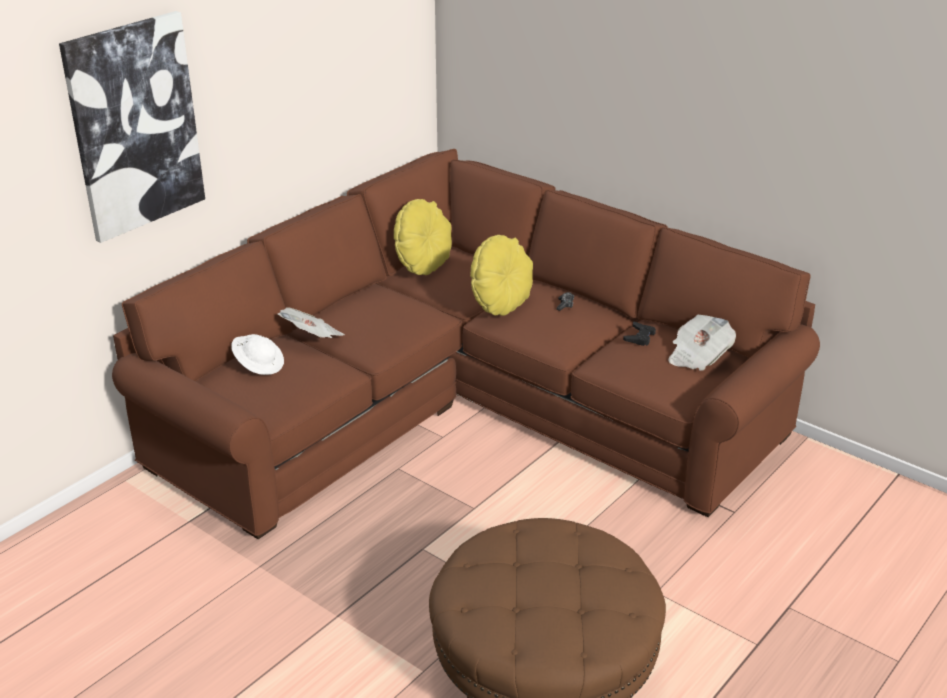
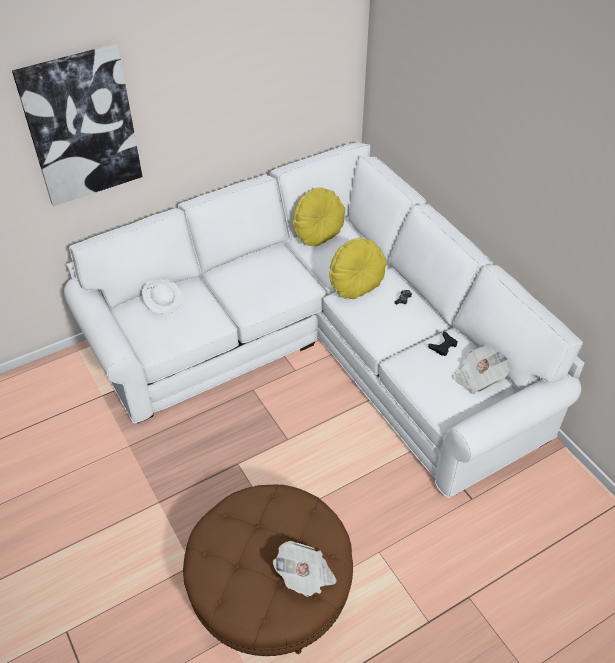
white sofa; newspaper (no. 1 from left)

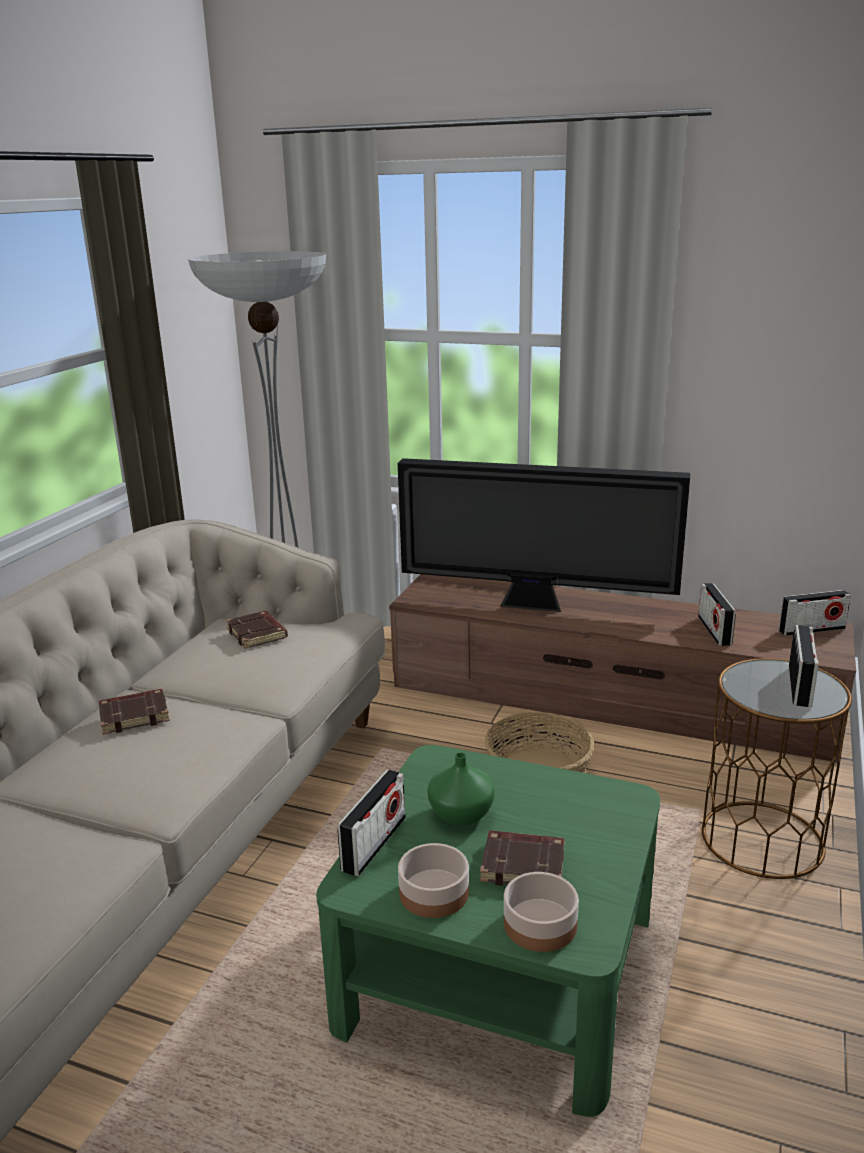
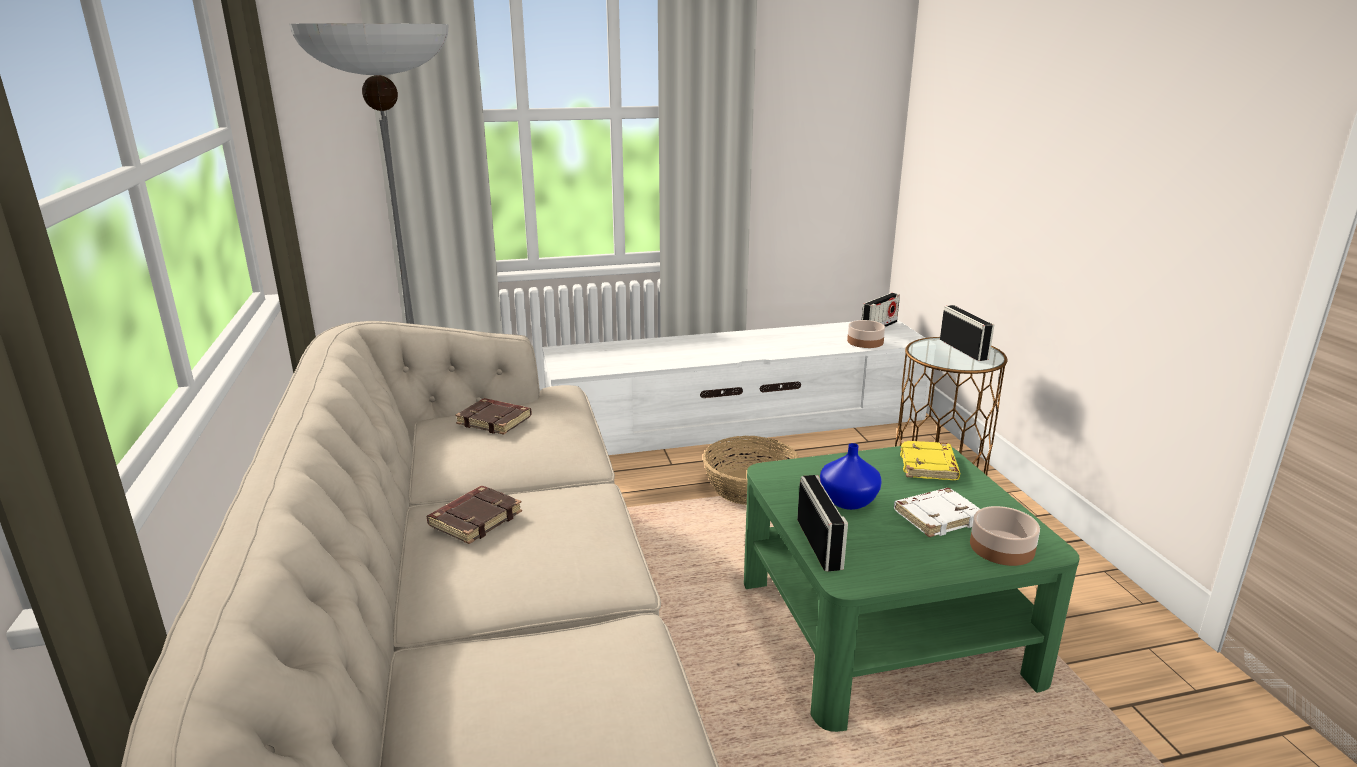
white tv stand; blue vase; bowl (no. 1 from left); white book; yellow book; television; radio (no. 2 from left in the first image)

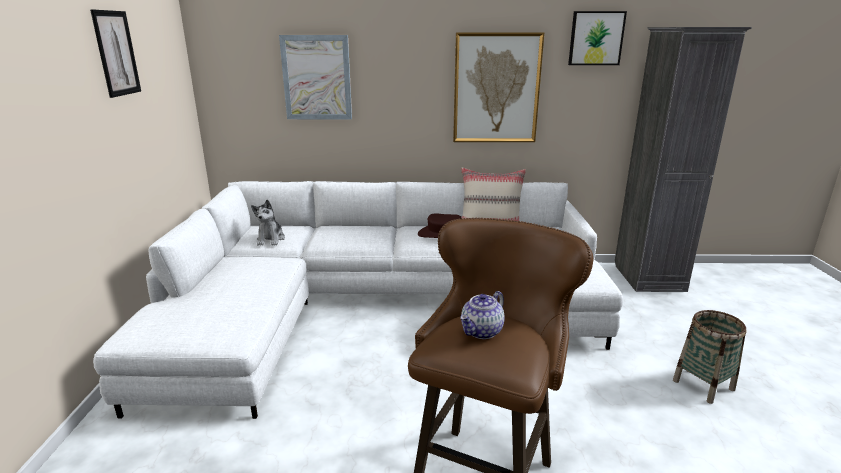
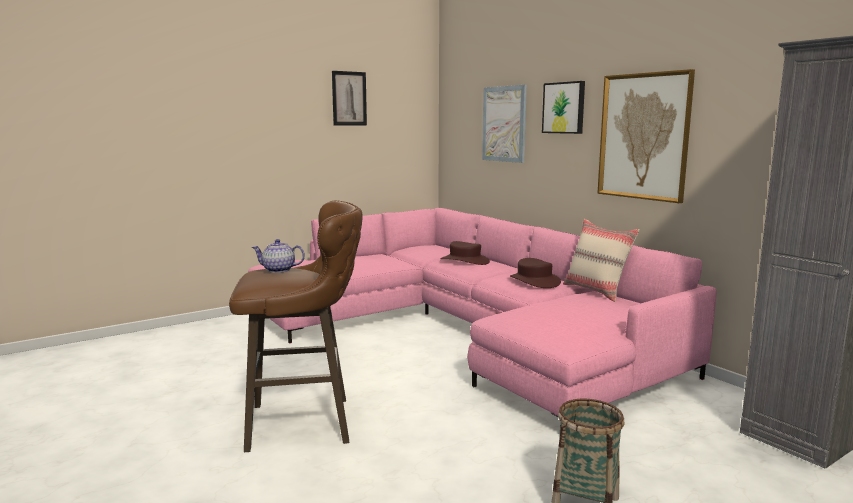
pink sofa; brown hat (no. 1 from left); picture (no. 3 from left); plush toy

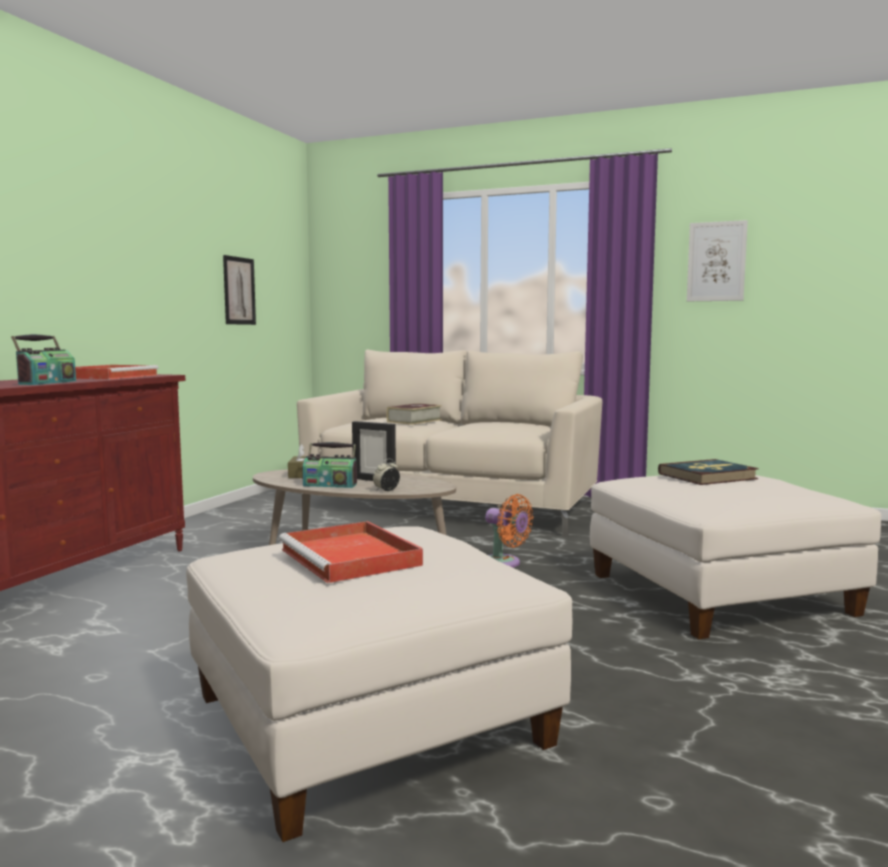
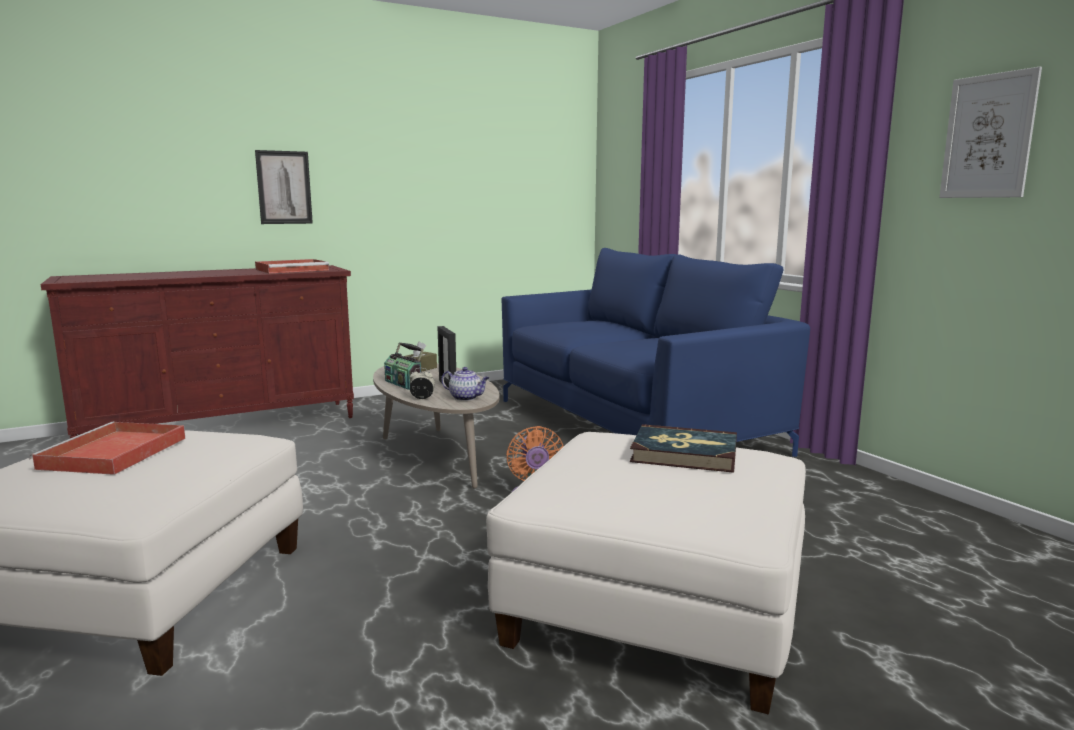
picture (no. 1 from left); teapot; blue sofa; radio (no. 1 from left in the first image); book (no. 1 from left in the first image)

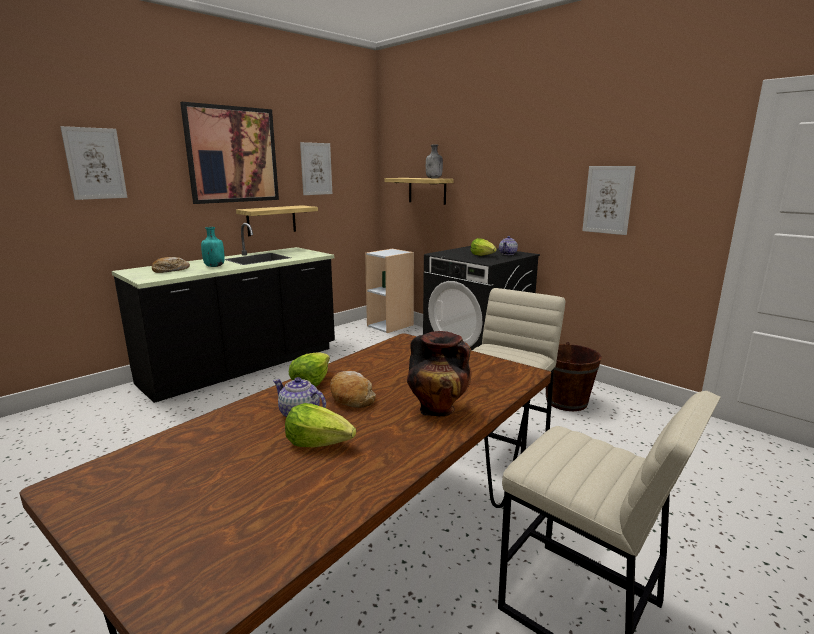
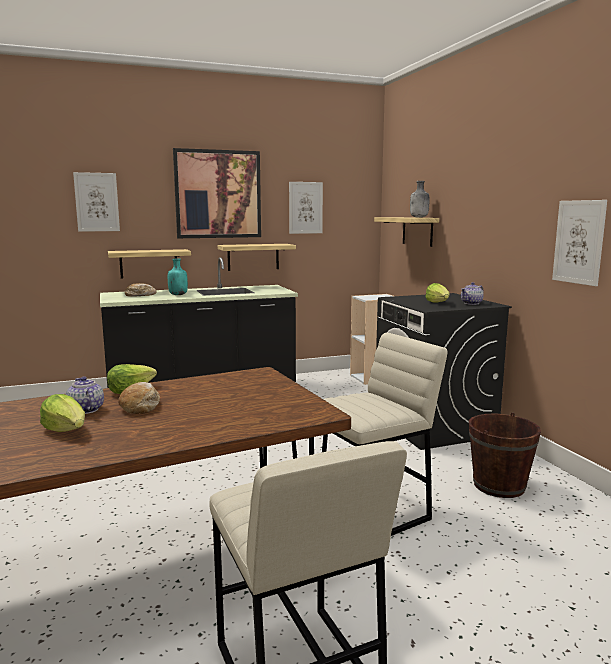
shelf (no. 1 from left); vase

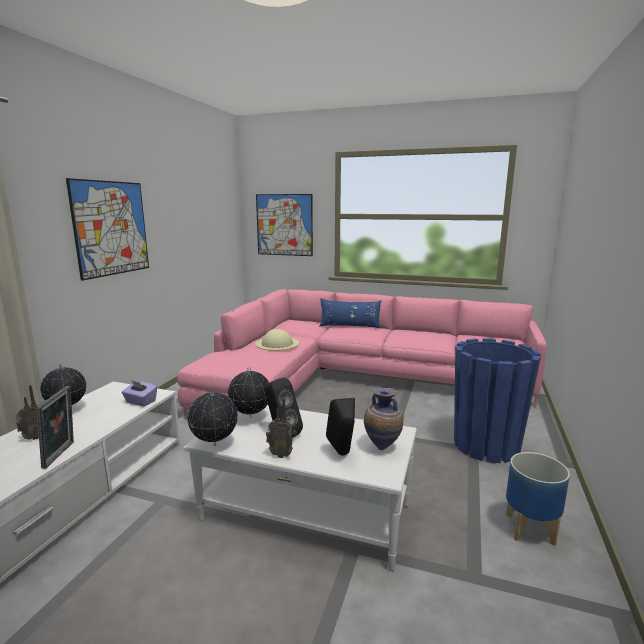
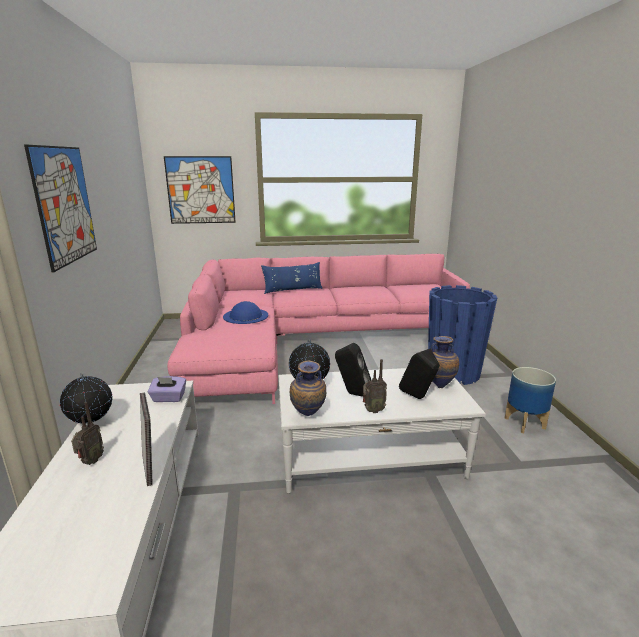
blue hat; vase (no. 1 from left)

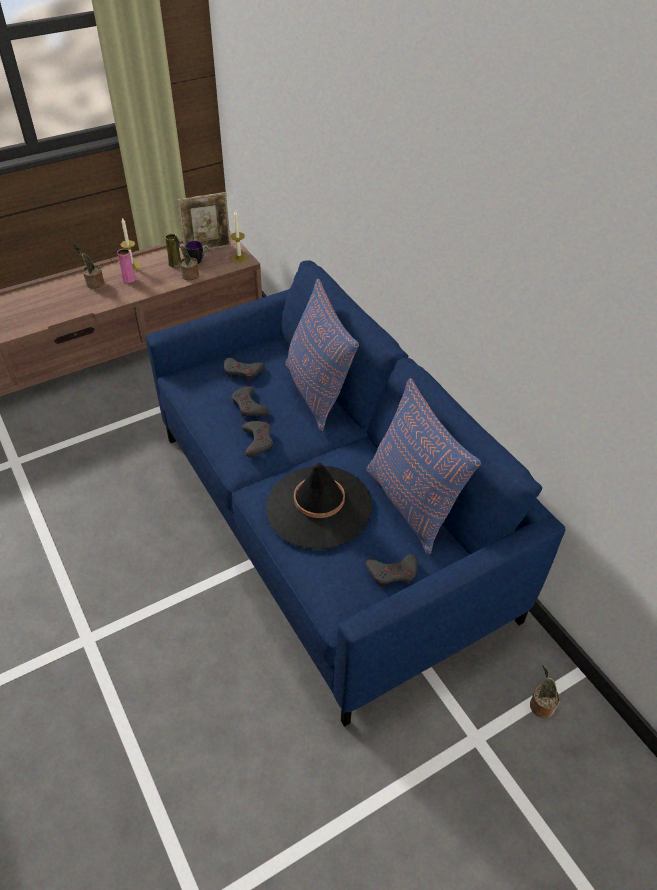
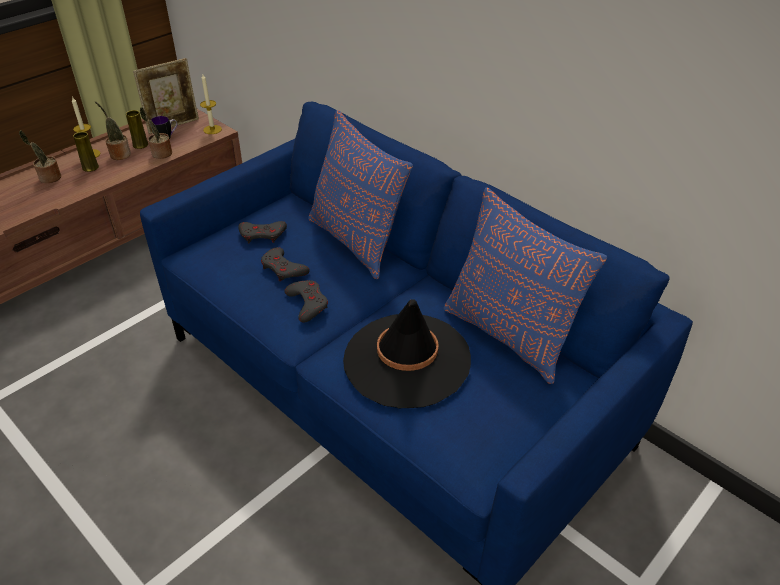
yellow vase (no. 1 from left); potted plant (no. 2 from left); grey game controller (no. 4 from left in the first image)

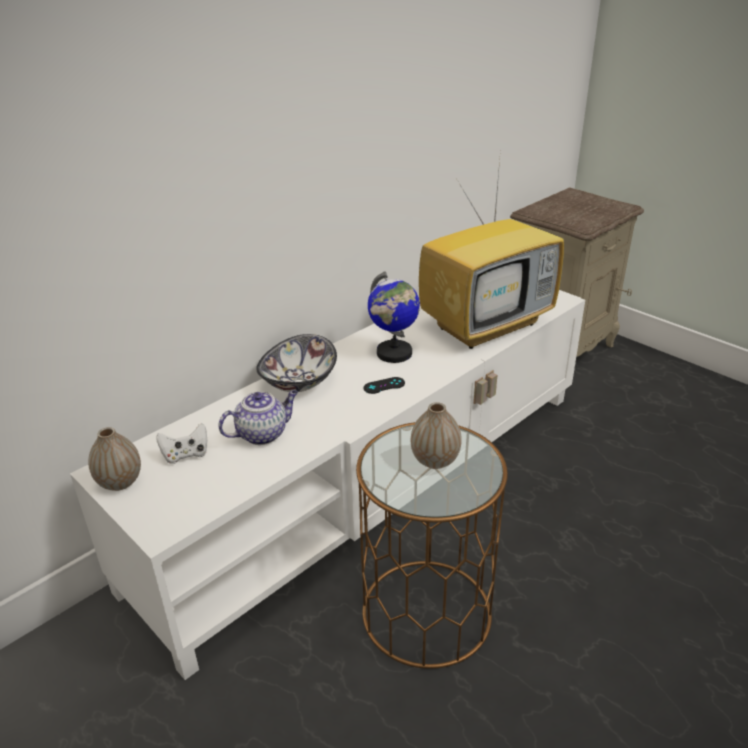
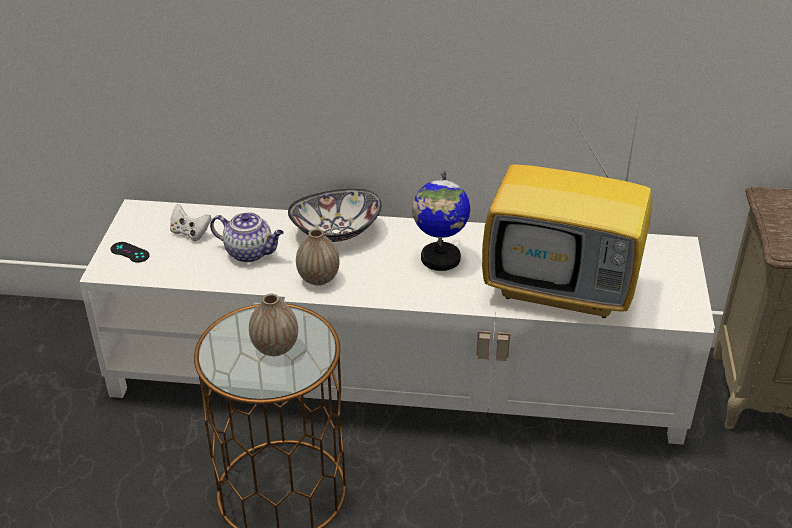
black game controller; vase (no. 2 from left)

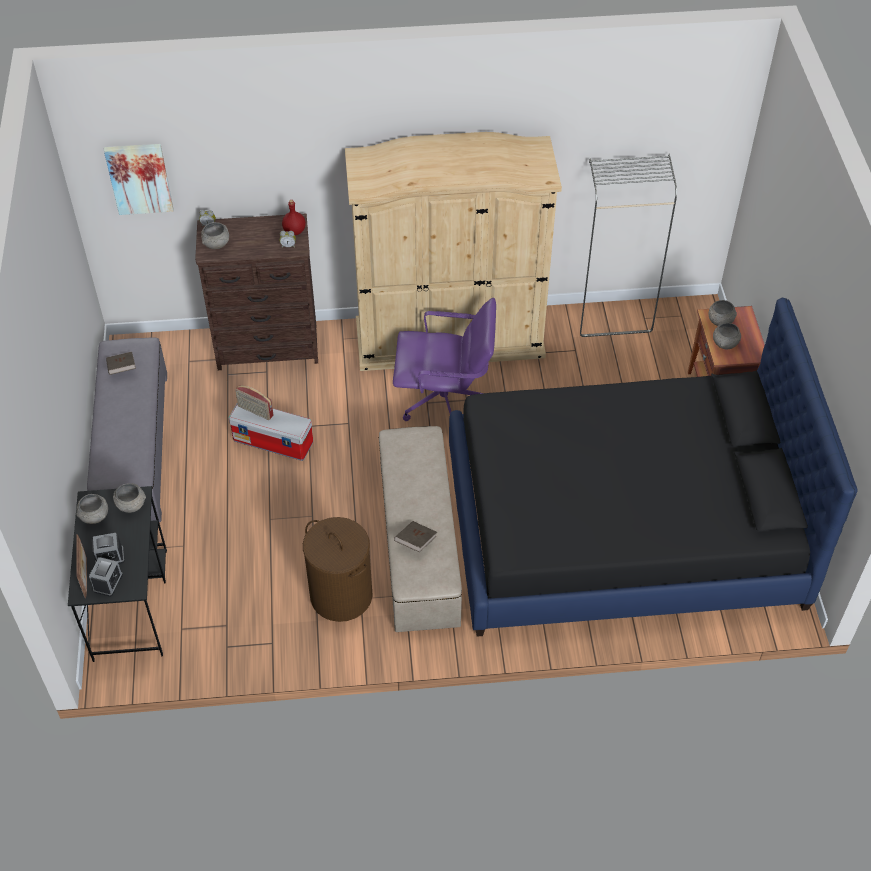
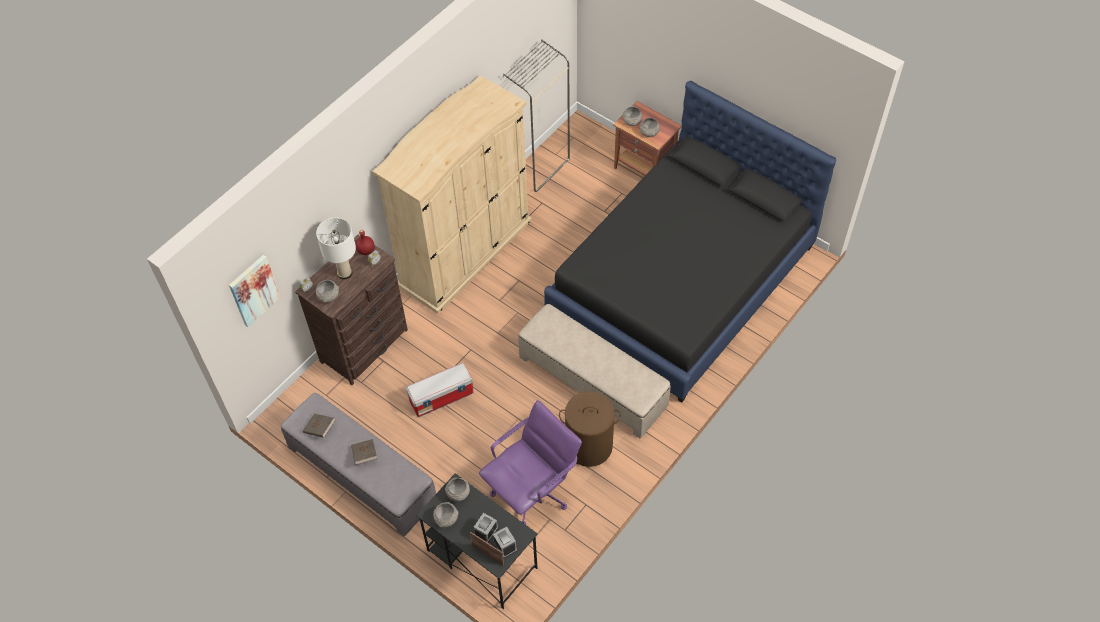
white table lamp; brown book (no. 2 from left); purple office chair; radio

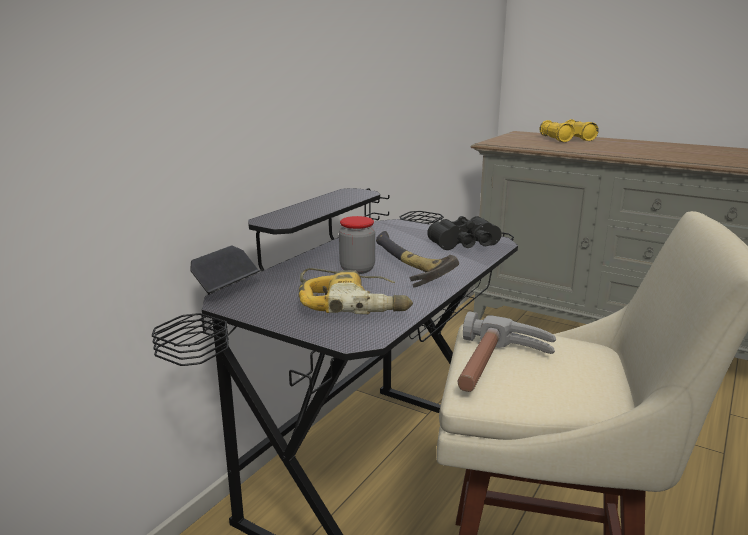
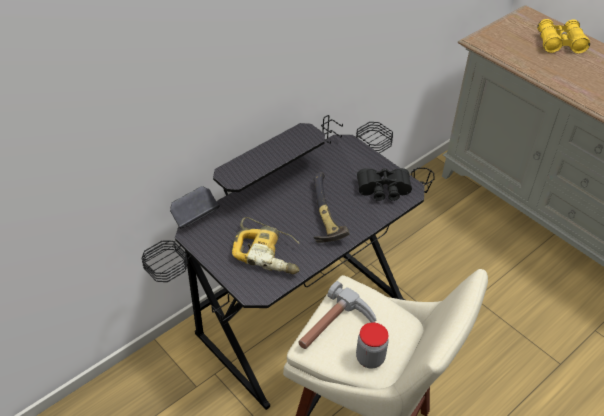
jar

